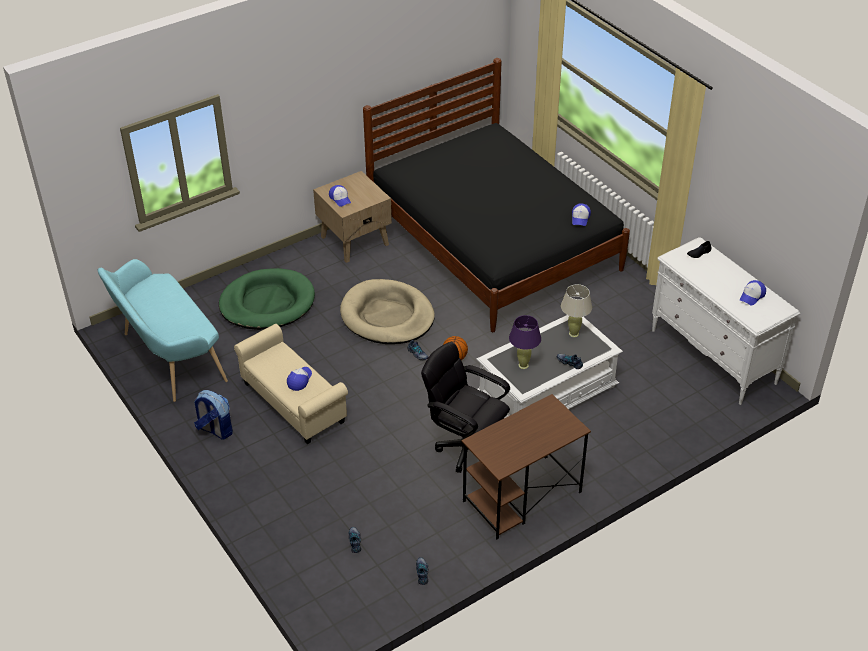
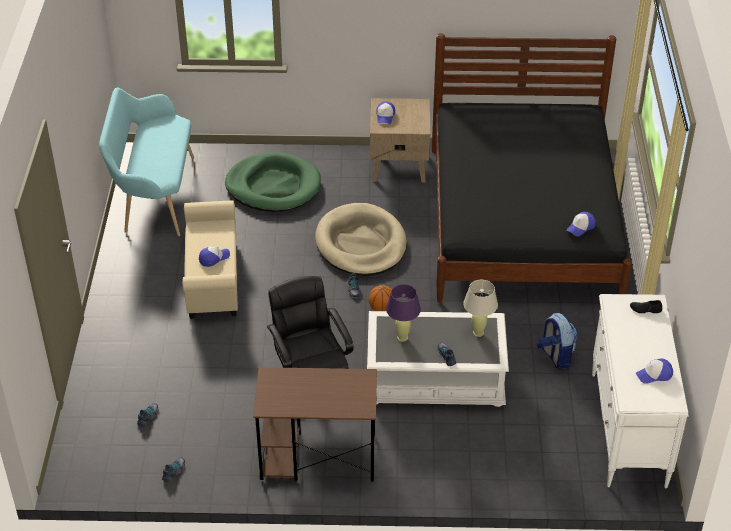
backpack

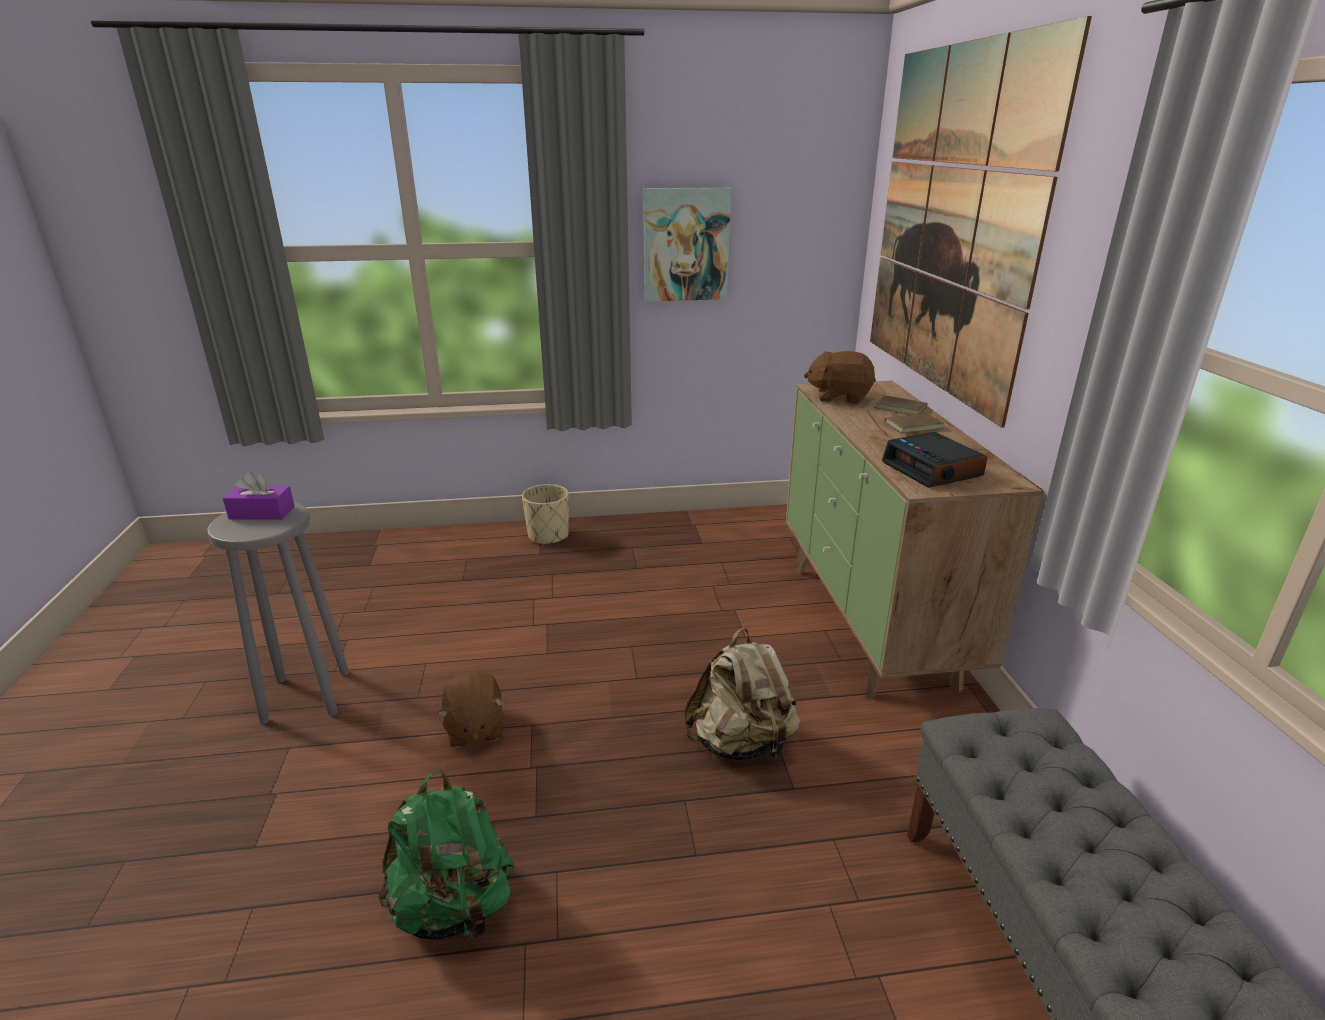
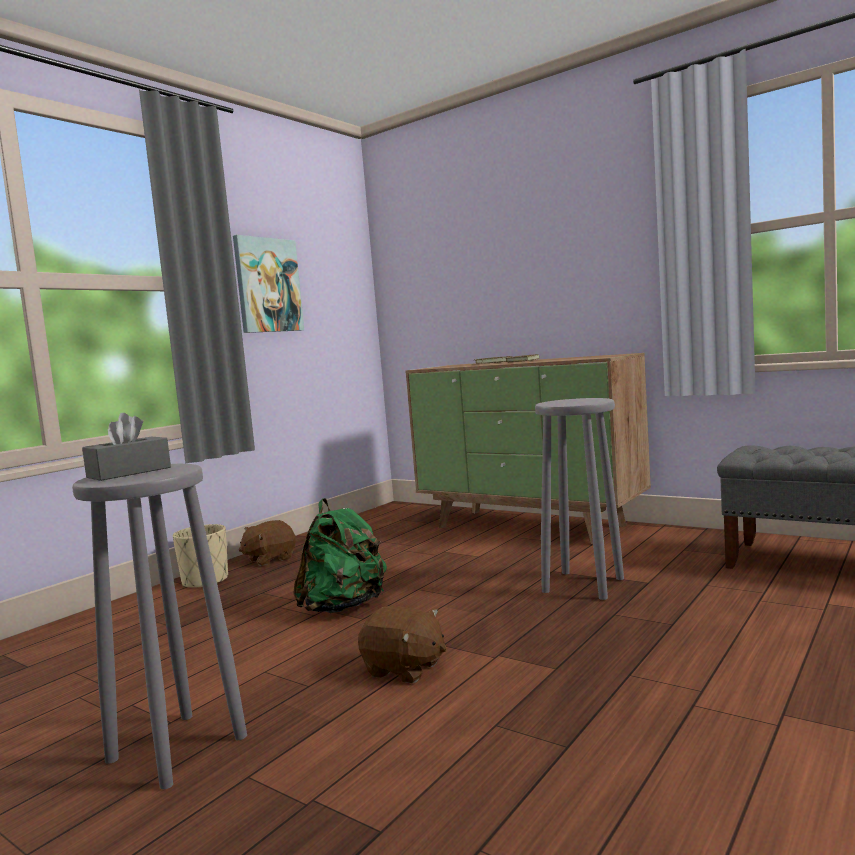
grey tissue box; brown plush toy (no. 1 from left); green backpack; grey stool (no. 2 from left); picture (no. 2 from left in the first image); alarm clock

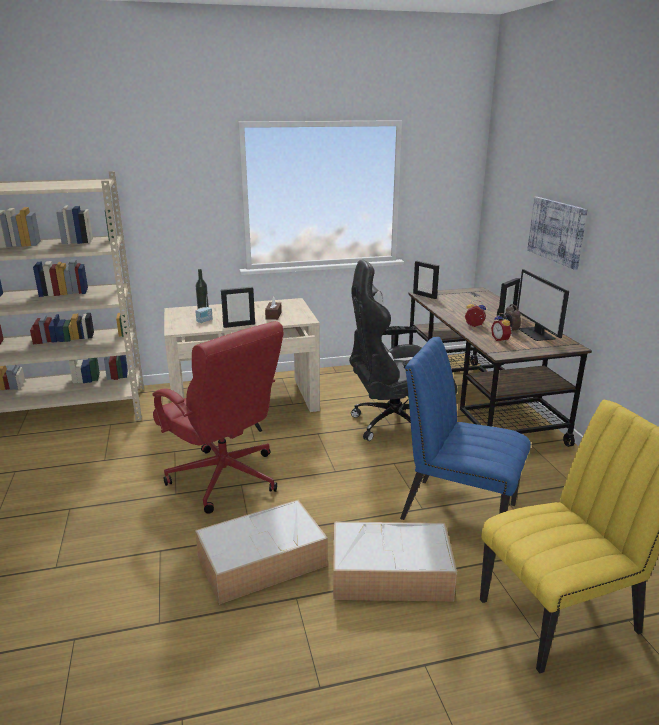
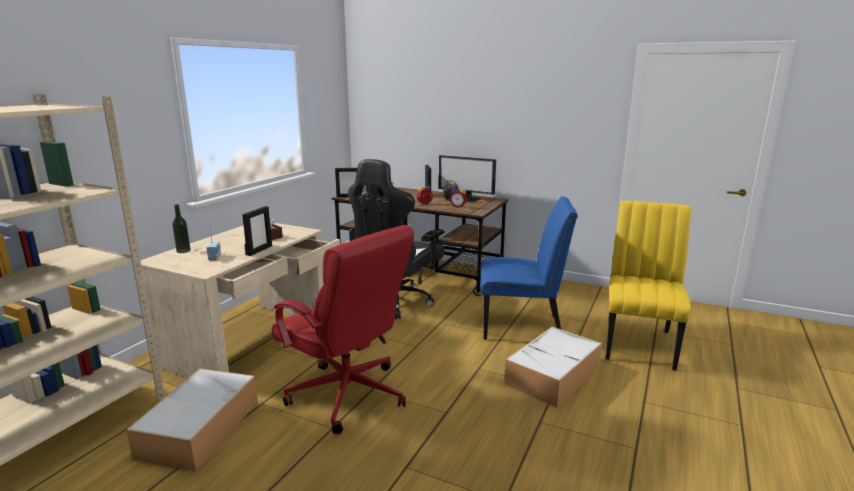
storage box (no. 1 from left); red office chair; blue chair; picture

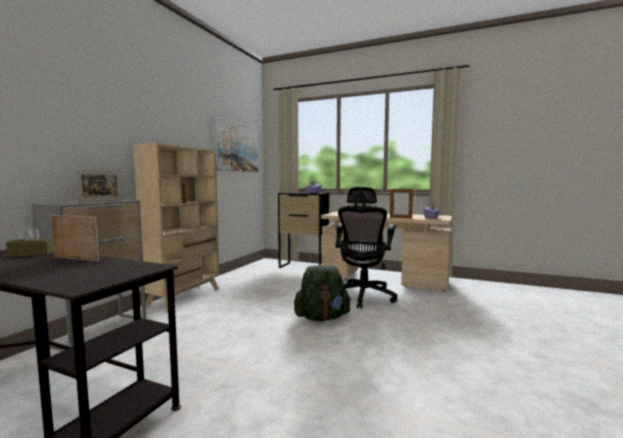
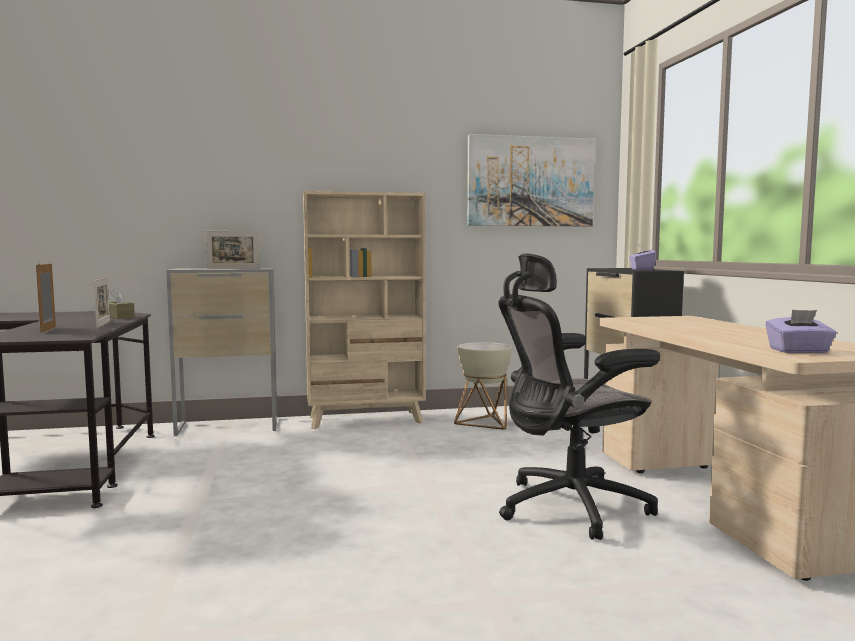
picture frame (no. 1 from left); planter; green backpack

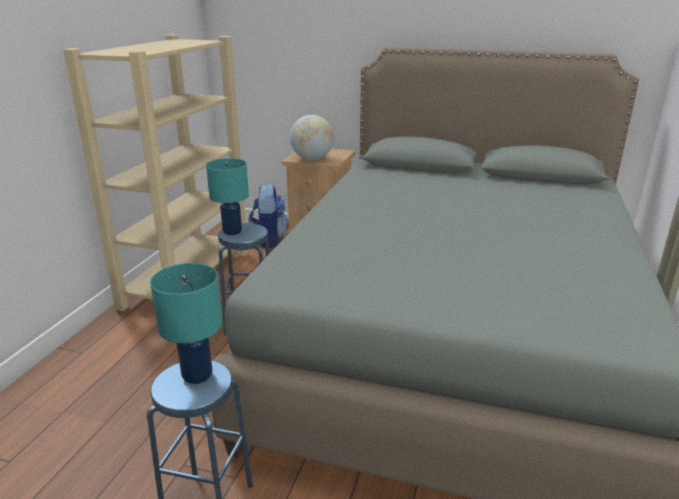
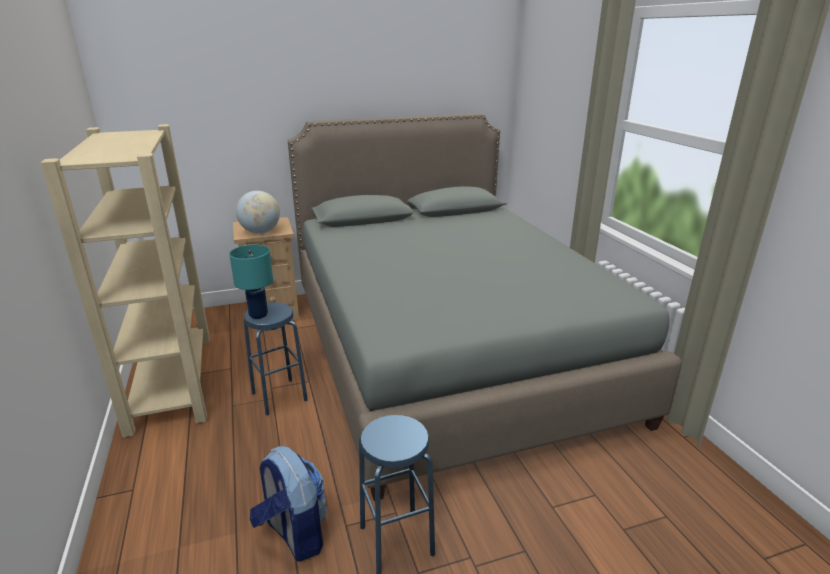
backpack; turquoise table lamp (no. 1 from left in the first image)

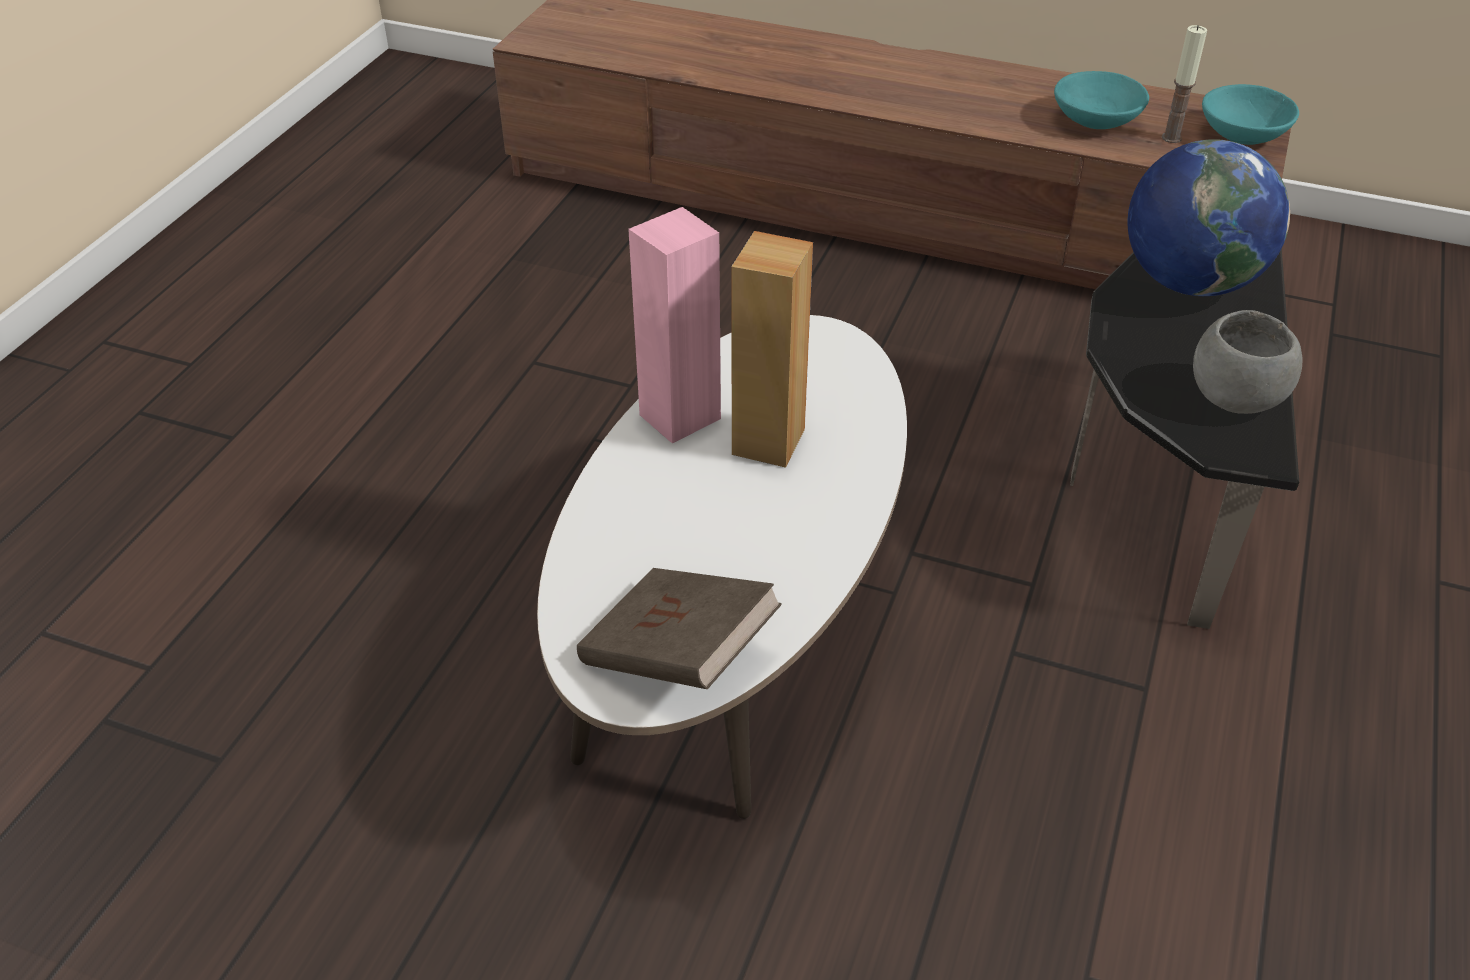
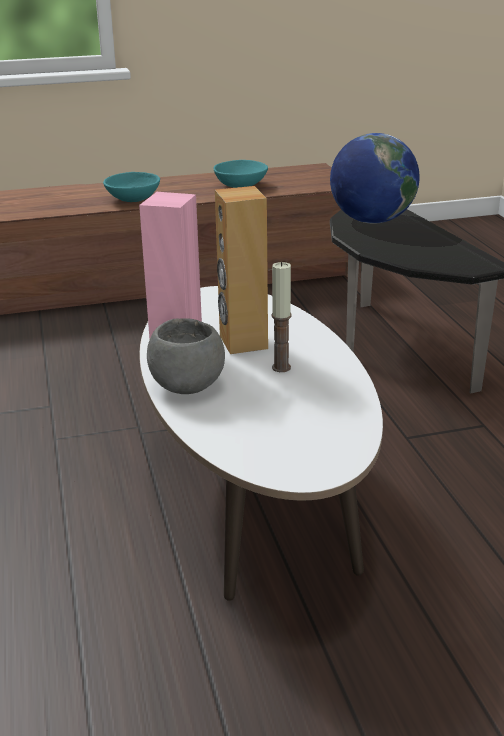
turquoise bowl (no. 1 from left); grey bowl; candle; brown book

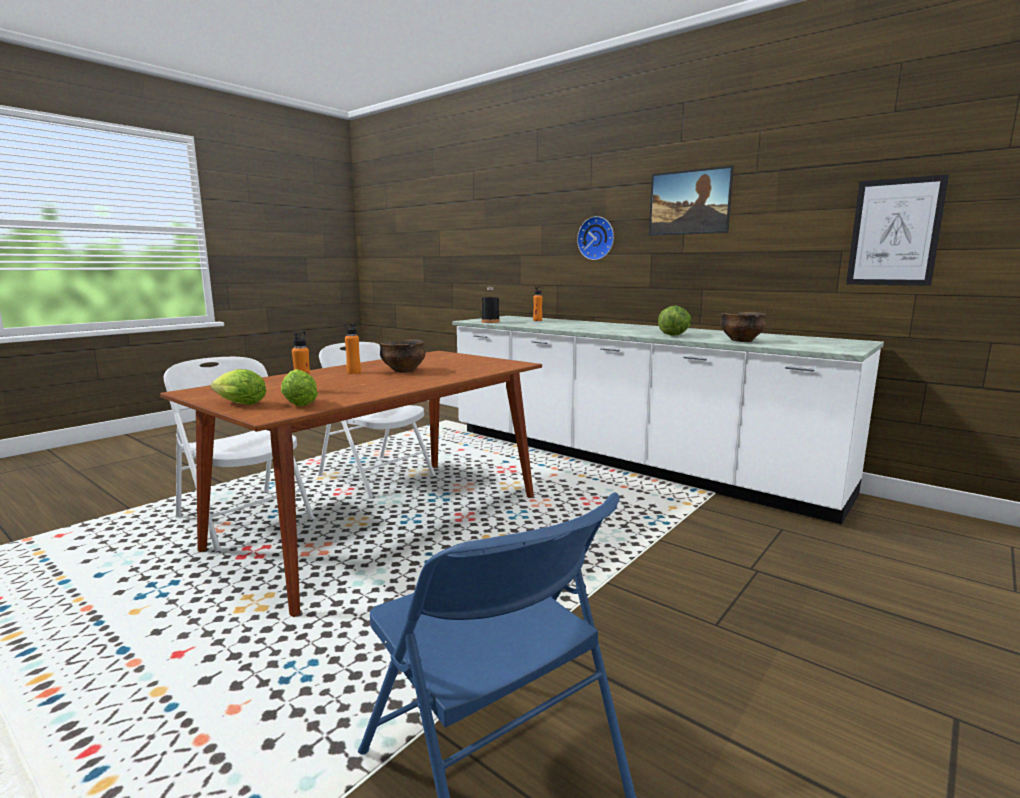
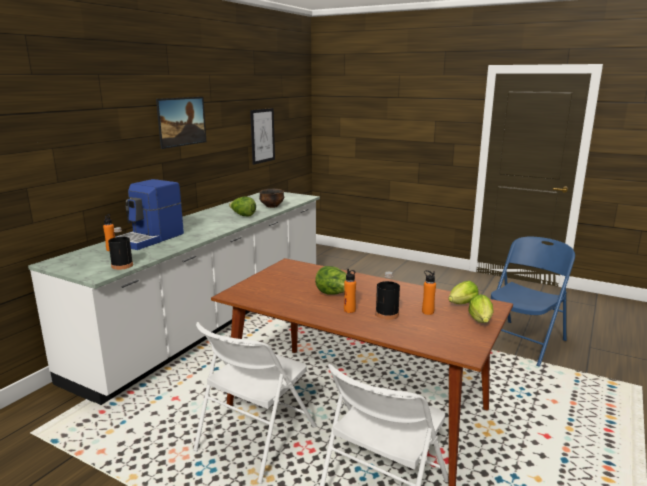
coffee machine; lettuce (no. 2 from left); black bottle (no. 2 from left); wall clock

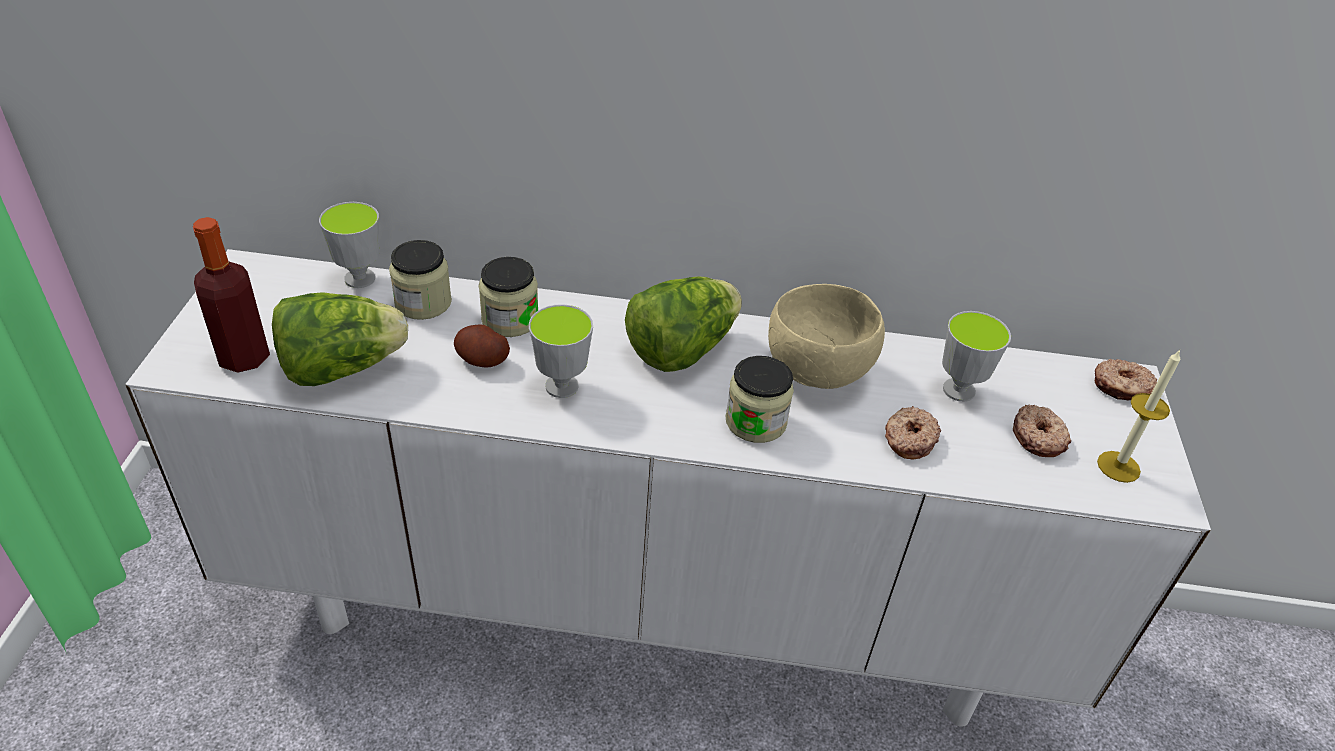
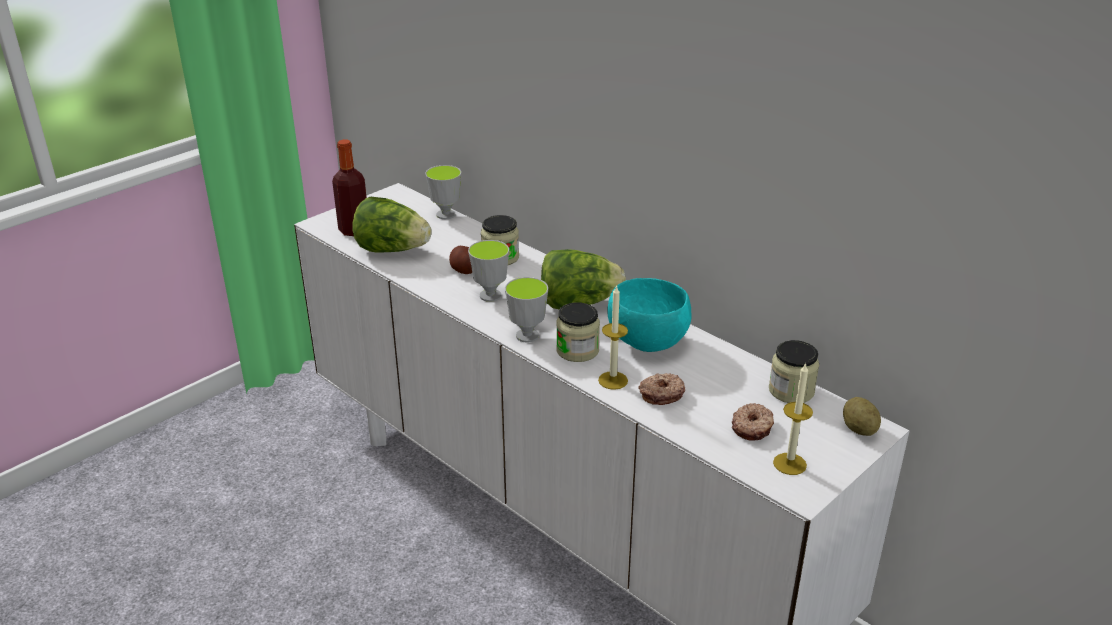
cup (no. 3 from left); candle (no. 1 from left); turquoise bowl; jar (no. 3 from left); potato (no. 2 from left)

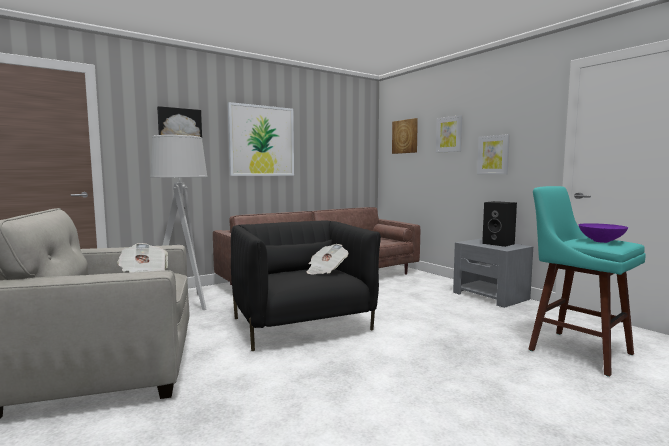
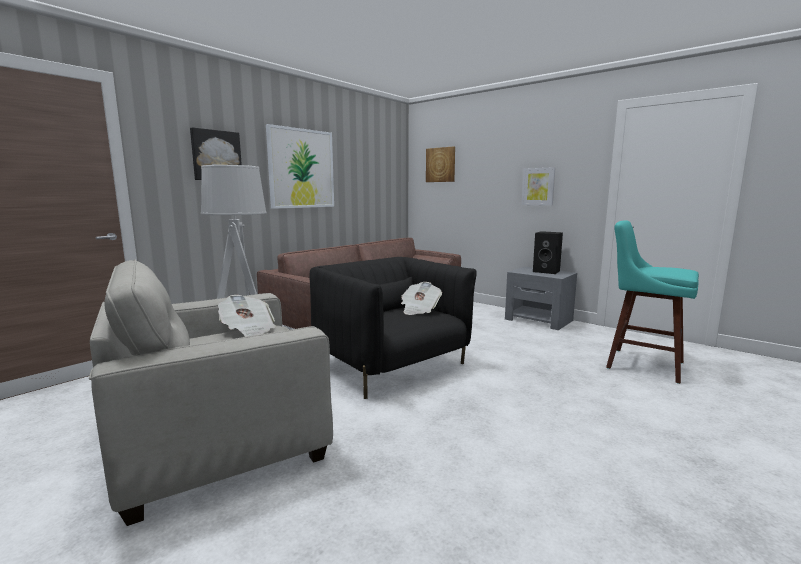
picture (no. 4 from left in the first image); purple bowl

